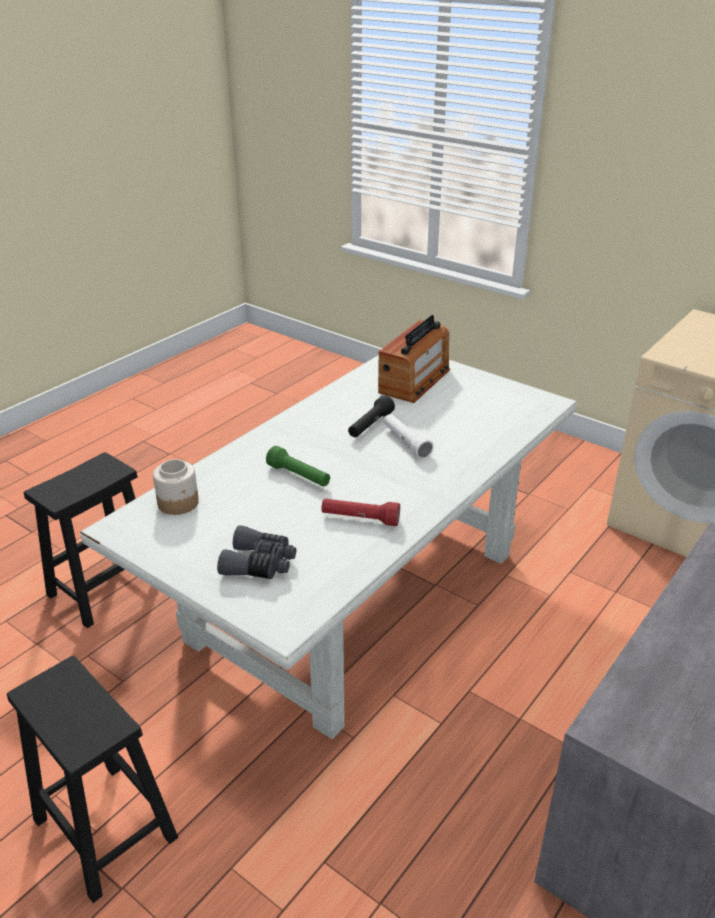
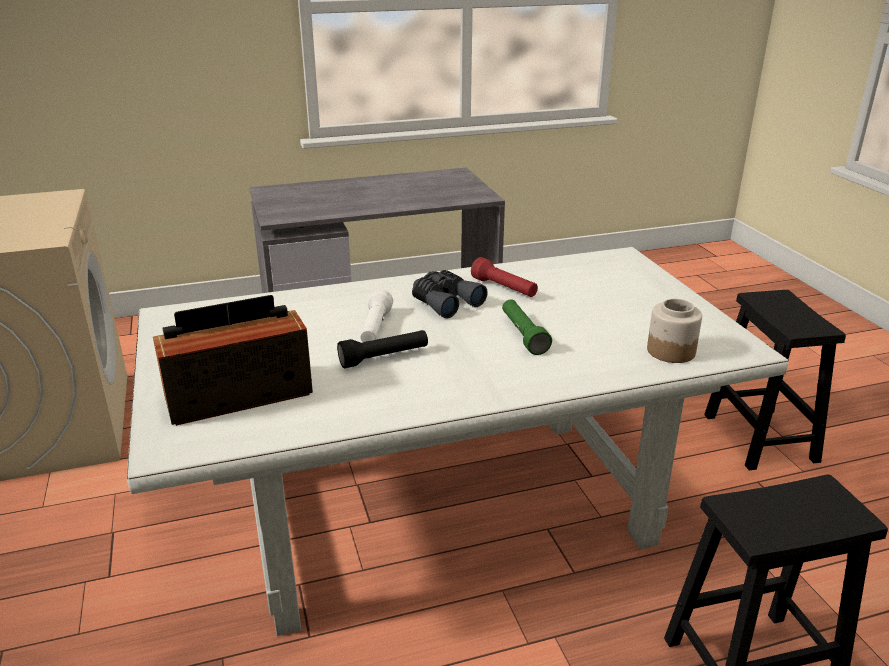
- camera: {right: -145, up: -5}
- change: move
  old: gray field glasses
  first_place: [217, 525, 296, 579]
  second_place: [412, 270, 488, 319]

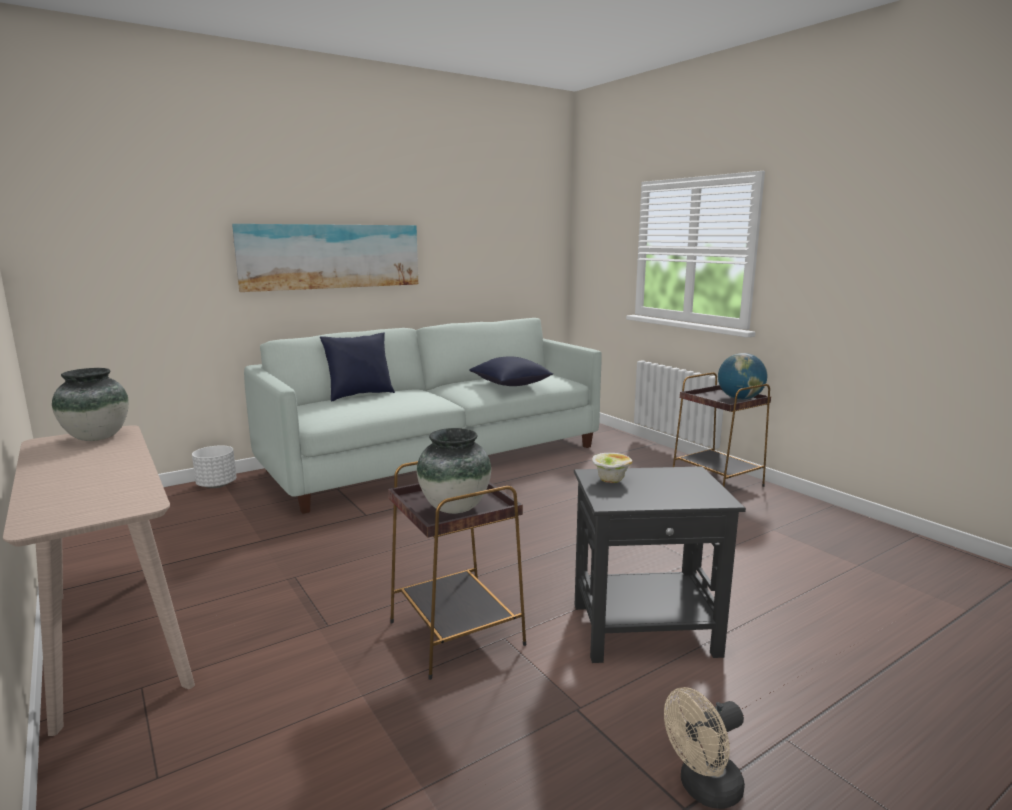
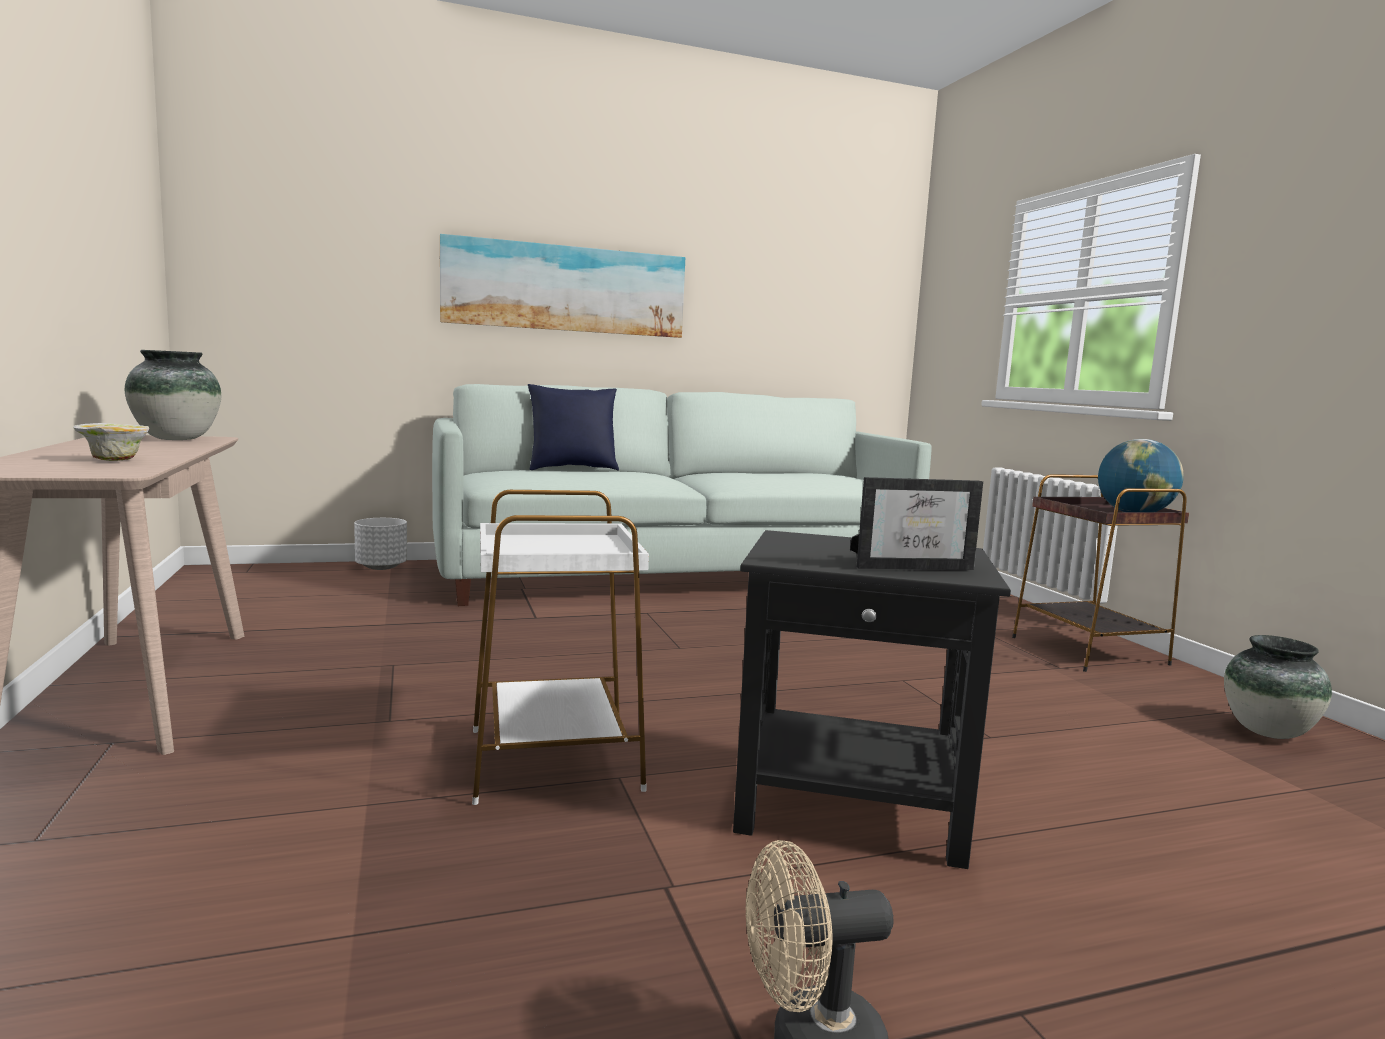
- camera: {right: 15, up: -5}
- change: delete
  old: blue-coloured throw pillow
  first_place: [469, 356, 553, 386]
- change: insert
  new: photo frame
  second_place: [850, 477, 983, 570]
- change: move
  old: decorative vase
  first_place: [417, 428, 491, 514]
  second_place: [1224, 635, 1332, 739]
- change: move
  old: serving bowl
  first_place: [592, 453, 632, 483]
  second_place: [73, 423, 149, 461]
- change: recolor
  old: brown-coloured accent table
  new: whitish accent table
  first_place: [388, 461, 526, 680]
  second_place: [472, 490, 649, 805]

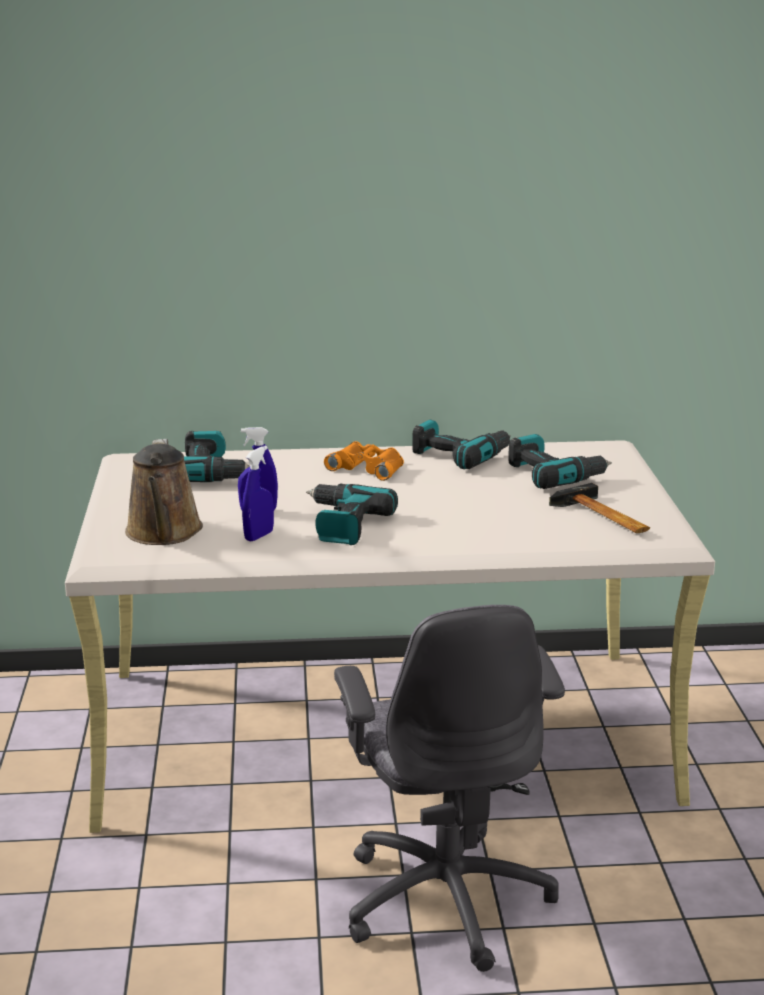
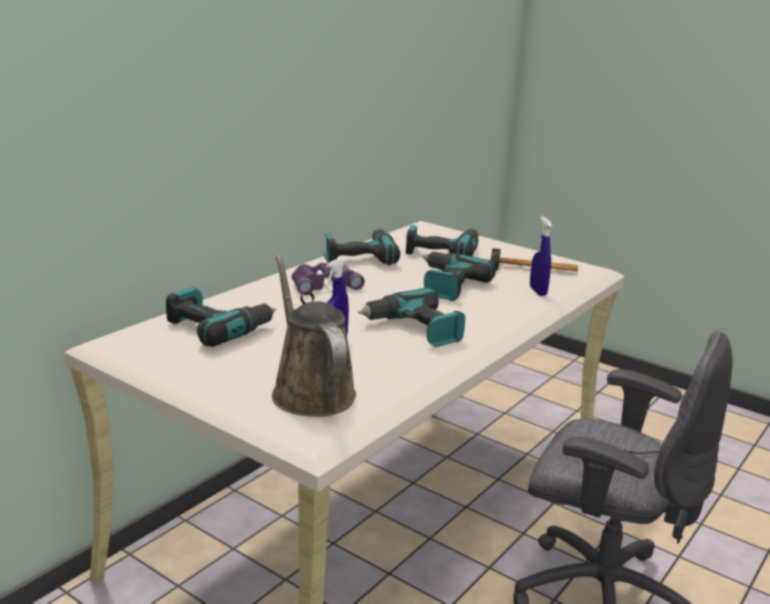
- camera: {right: -50, up: 0}
- change: insert
  new: drill
  second_place: [422, 252, 496, 301]
- change: move
  old: blue-coloured hand sprayer
  first_place: [242, 446, 274, 541]
  second_place: [530, 216, 552, 296]
- change: recolor
  old: orangey field glasses
  new: purple field glasses
  first_place: [324, 441, 404, 481]
  second_place: [291, 263, 365, 295]
- change: rotate
  old: brown-coloured sprinkling can
  first_place: [125, 439, 203, 545]
  second_place: [272, 254, 356, 417]
  degrees: -150

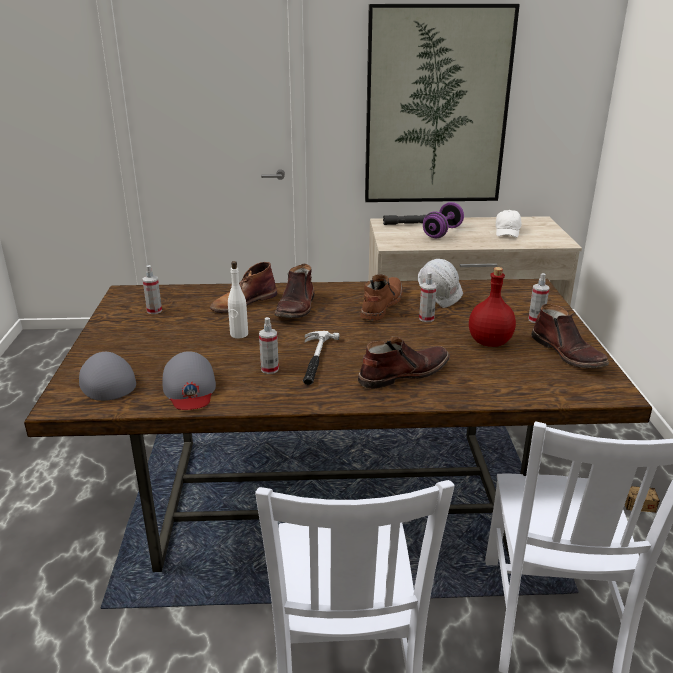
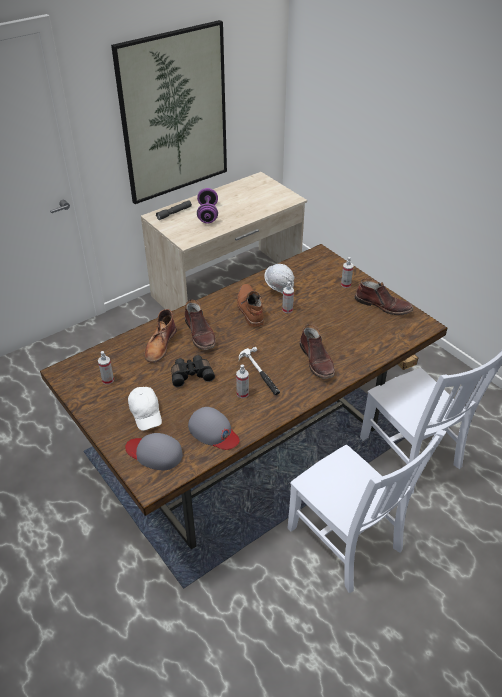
- camera: {right: -35, up: 15}
- change: delete
  old: red drink bottle
  first_place: [469, 267, 516, 347]
- change: move
  old: whitish peaked cap
  first_place: [495, 210, 522, 238]
  second_place: [128, 387, 162, 431]
- change: replace
  old: whitish drink bottle
  new: black field glasses
  first_place: [228, 261, 248, 339]
  second_place: [171, 355, 215, 387]
- change: rotate
  old: brown-coloured tall boot
  first_place: [358, 336, 450, 389]
  second_place: [300, 324, 335, 379]
  degrees: 135

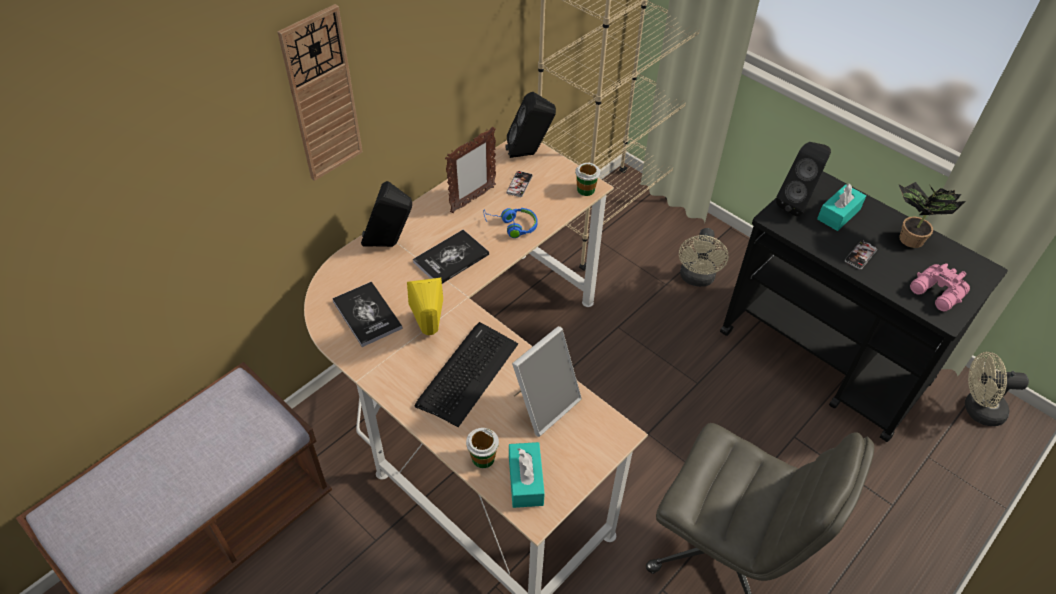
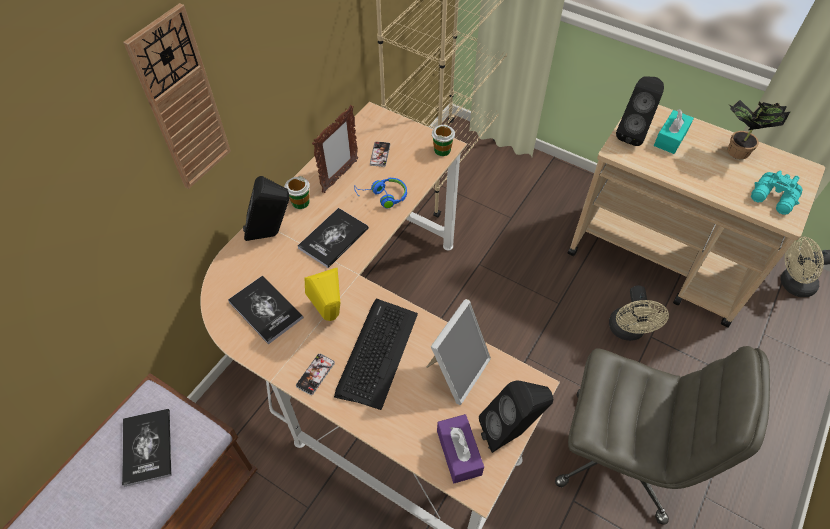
- camera: {right: -10, up: 5}
- change: insert
  new: bound book
  second_place: [122, 409, 171, 487]
- change: move
  old: drinking cup
  first_place: [466, 428, 499, 468]
  second_place: [284, 176, 310, 209]
- change: move
  old: black speaker
  first_place: [506, 92, 556, 158]
  second_place: [479, 380, 553, 453]
- change: move
  old: beige-coloured fan
  first_place: [679, 228, 729, 287]
  second_place: [609, 285, 669, 341]
- change: move
  old: handset
  first_place: [845, 241, 877, 270]
  second_place: [296, 354, 335, 395]
- change: recolor
  old: blue-green box of tissues
  new: purple box of tissues
  first_place: [509, 442, 545, 508]
  second_place: [437, 414, 484, 483]
- change: recolor
  old: black cart
  new: beige-coloured cart
  first_place: [720, 171, 1008, 442]
  second_place: [568, 104, 825, 327]
- change: recolor
  old: pink field glasses
  new: blue-green field glasses
  first_place: [910, 263, 970, 312]
  second_place: [751, 171, 803, 215]

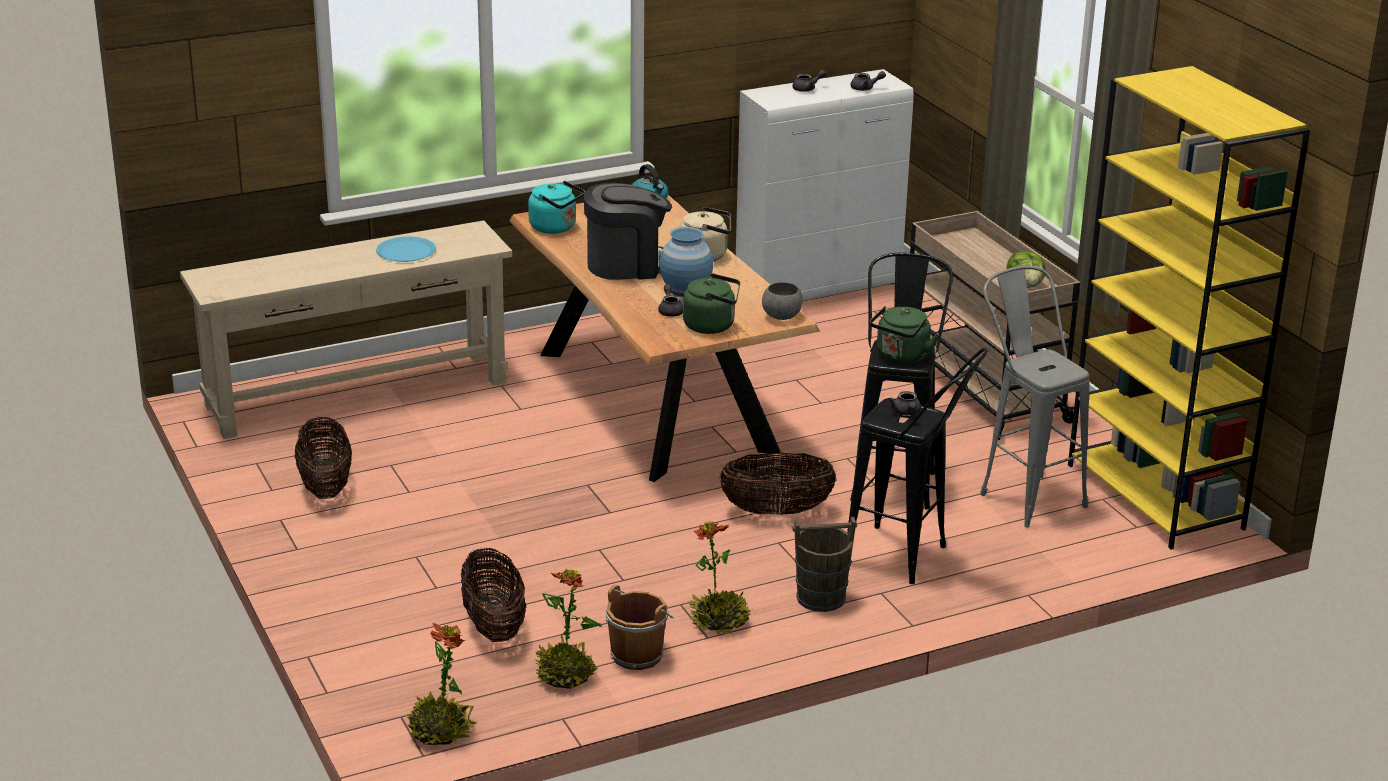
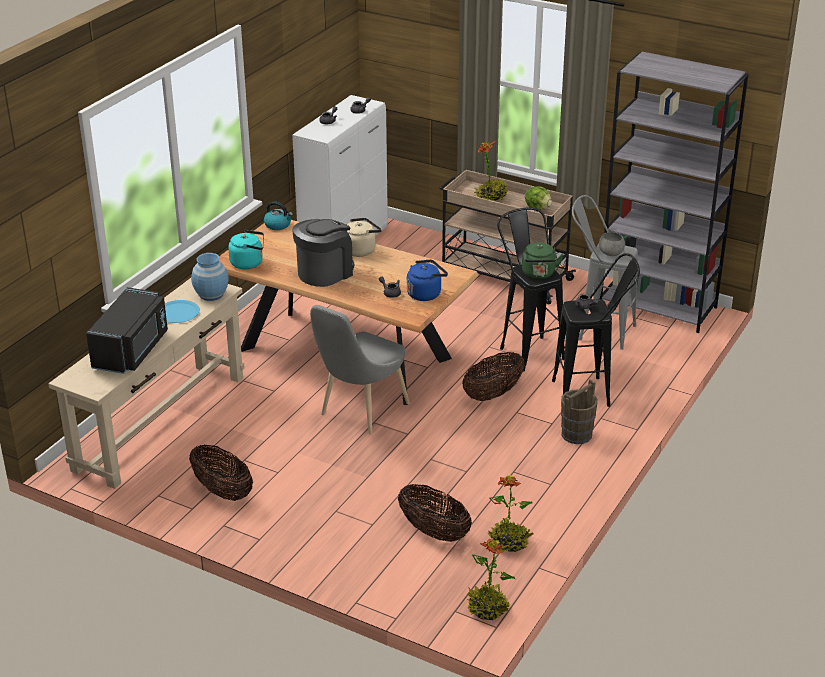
- camera: {right: -35, up: 5}
- change: delete
  old: brown-coloured bucket
  first_place: [606, 585, 674, 670]
- change: insert
  new: black microwave oven
  second_place: [86, 287, 168, 374]
- change: insert
  new: gray plain chair
  second_place: [310, 305, 410, 434]
- change: move
  old: blue-coloured decorative vase
  first_place: [659, 227, 713, 297]
  second_place: [191, 253, 229, 301]
- change: move
  old: plant in a pot
  first_place: [689, 521, 753, 636]
  second_place: [474, 141, 508, 201]
- change: move
  old: gray serving bowl
  first_place: [762, 282, 803, 320]
  second_place: [599, 232, 625, 256]
- change: recolor
  old: green-coloured water kettle
  new: blue-coloured water kettle
  first_place: [683, 273, 740, 334]
  second_place: [407, 260, 448, 301]
- change: recolor
  old: yellowish bookshelf
  new: gray bookshelf
  first_place: [1068, 66, 1310, 550]
  second_place: [600, 52, 749, 333]

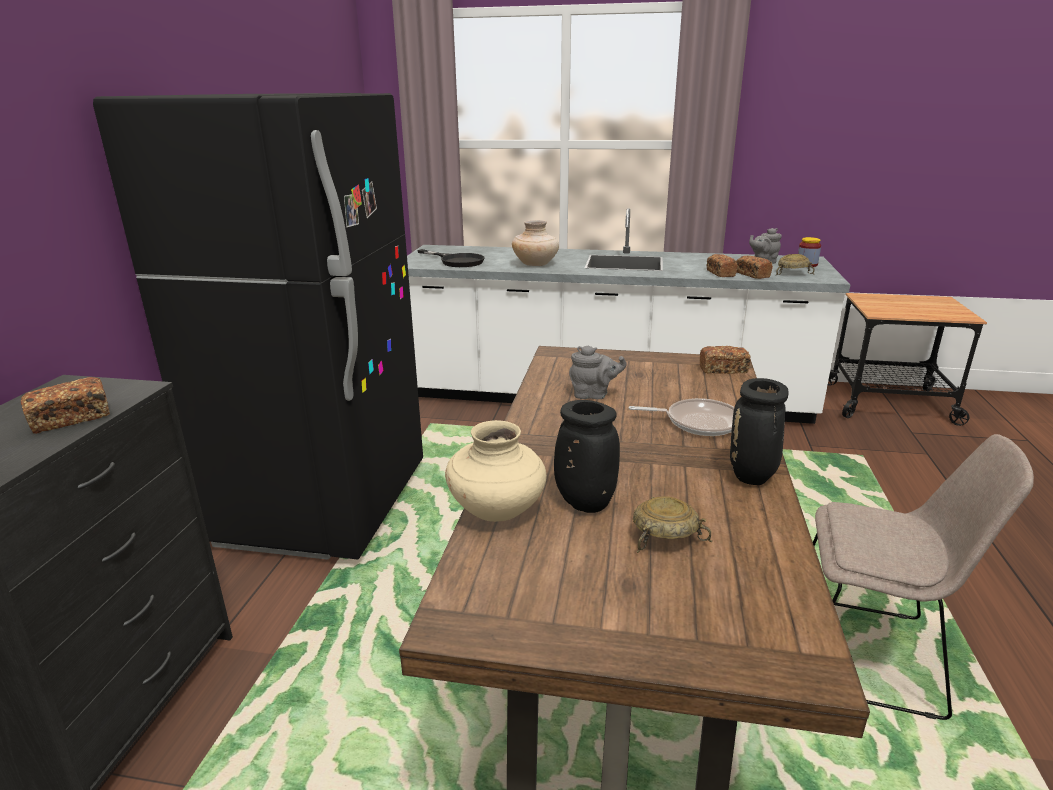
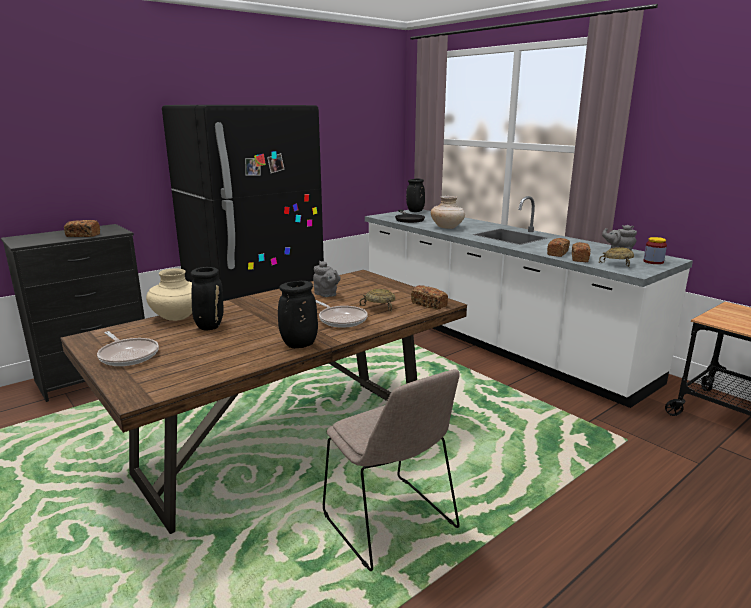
- camera: {right: 40, up: -5}
- change: insert
  new: skillet
  second_place: [97, 331, 159, 366]
- change: insert
  new: black decorative vase
  second_place: [406, 179, 425, 212]
- change: move
  old: beige-coloured serving bowl
  first_place: [633, 496, 712, 553]
  second_place: [359, 289, 395, 312]

